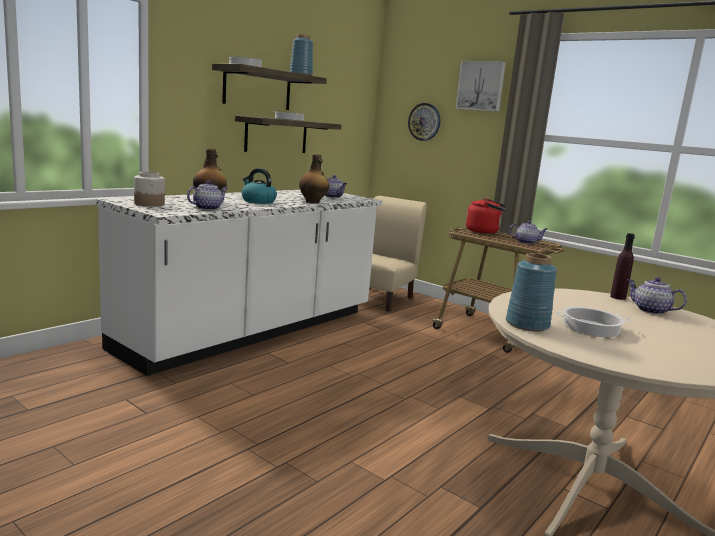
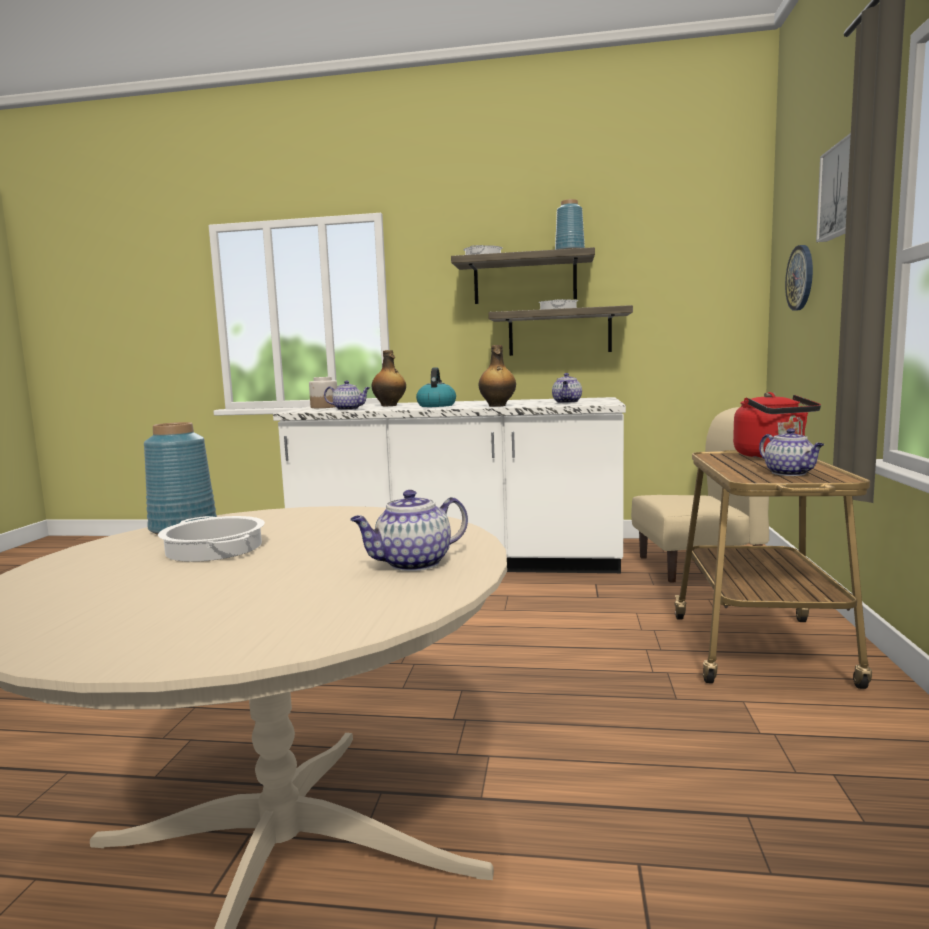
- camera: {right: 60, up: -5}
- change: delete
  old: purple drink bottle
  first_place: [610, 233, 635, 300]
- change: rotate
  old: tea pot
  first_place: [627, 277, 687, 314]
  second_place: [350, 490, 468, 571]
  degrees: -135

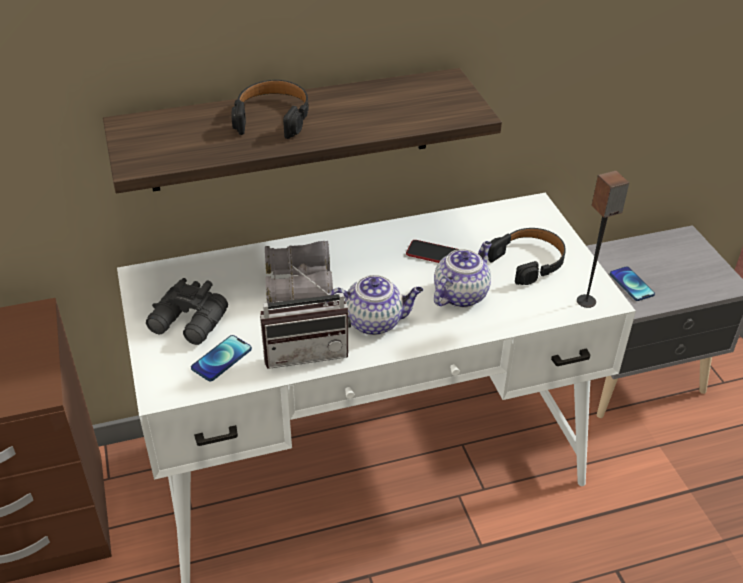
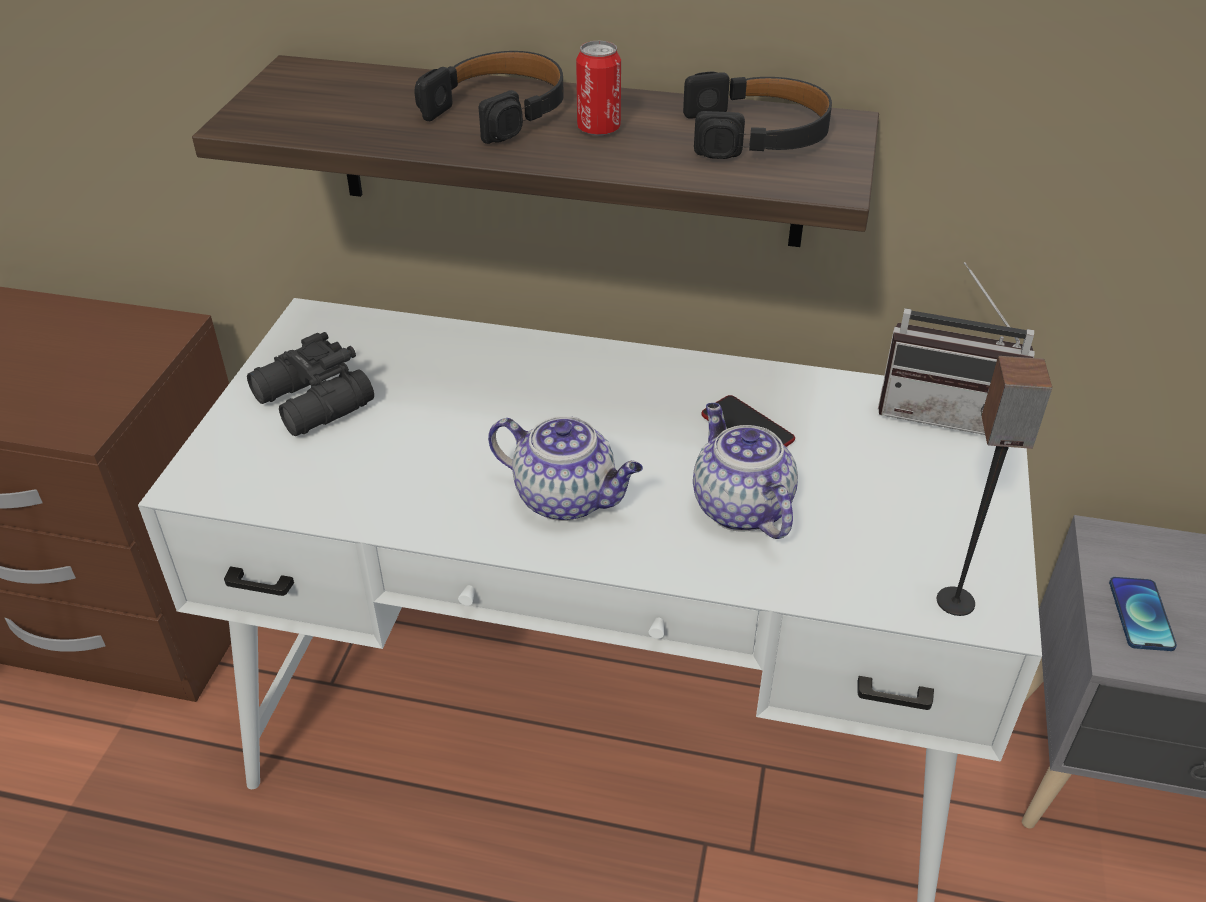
- camera: {right: 30, up: 0}
- change: delete
  old: handset
  first_place: [191, 335, 252, 382]
- change: delete
  old: gray field glasses
  first_place: [265, 241, 333, 303]
- change: insert
  new: metal can
  second_place: [576, 41, 621, 136]
- change: move
  old: radio set
  first_place: [260, 262, 351, 369]
  second_place: [878, 262, 1035, 435]
- change: move
  old: black headphones
  first_place: [488, 228, 566, 285]
  second_place: [683, 71, 832, 159]
- change: rotate
  old: tea pot
  first_place: [434, 241, 492, 308]
  second_place: [693, 403, 798, 539]
  degrees: -90

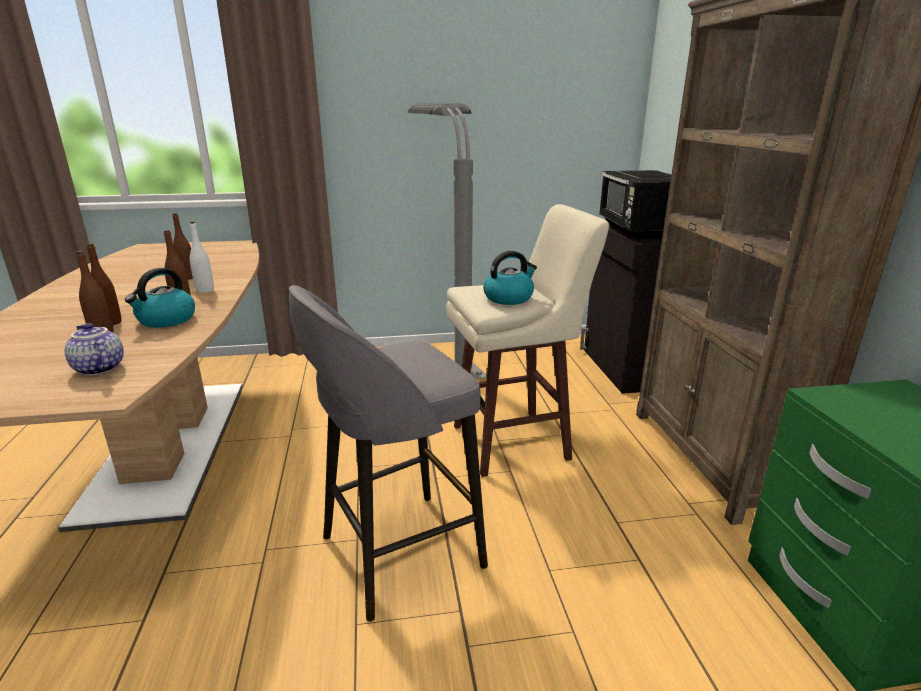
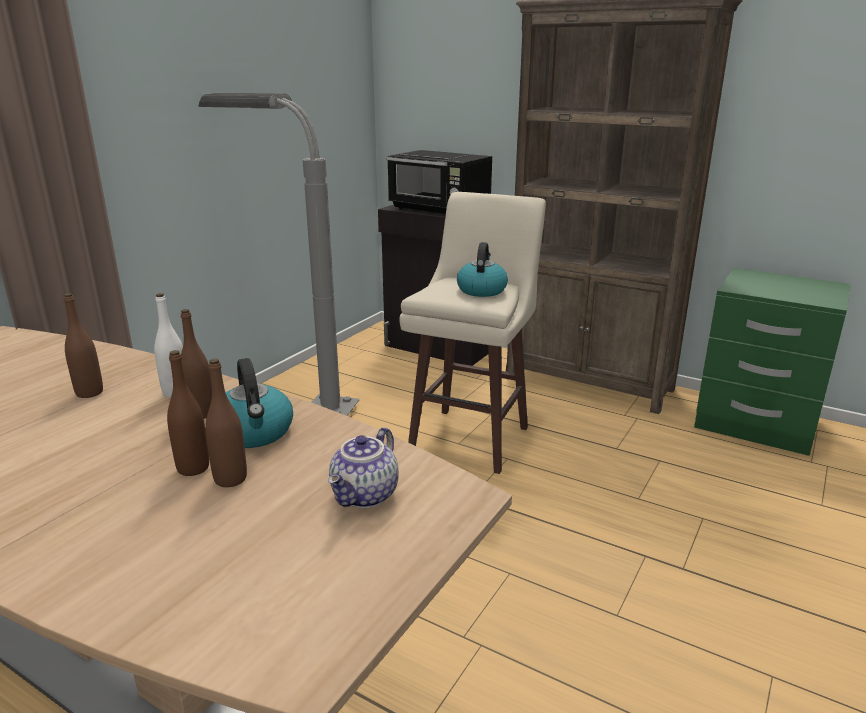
- camera: {right: -50, up: 0}
- change: delete
  old: gray stool
  first_place: [289, 285, 488, 622]
- change: rotate
  old: tea pot
  first_place: [65, 323, 124, 376]
  second_place: [328, 427, 399, 508]
  degrees: -60

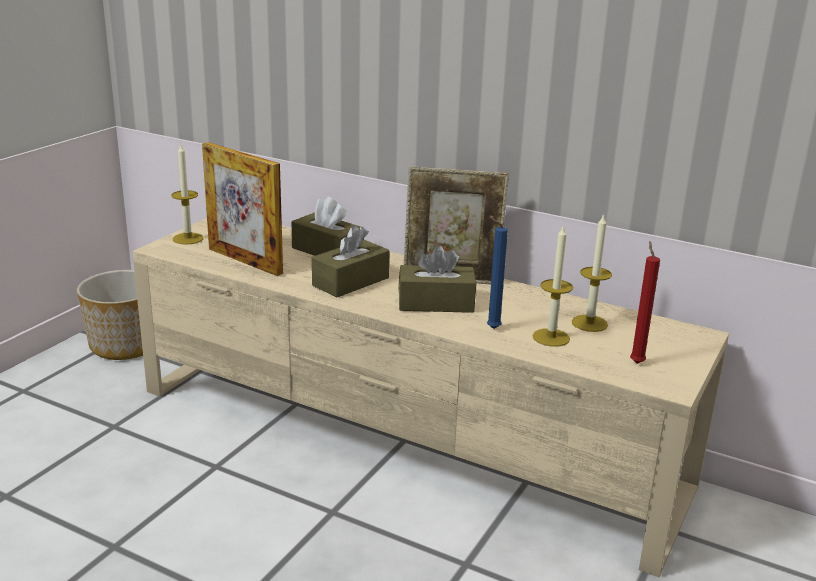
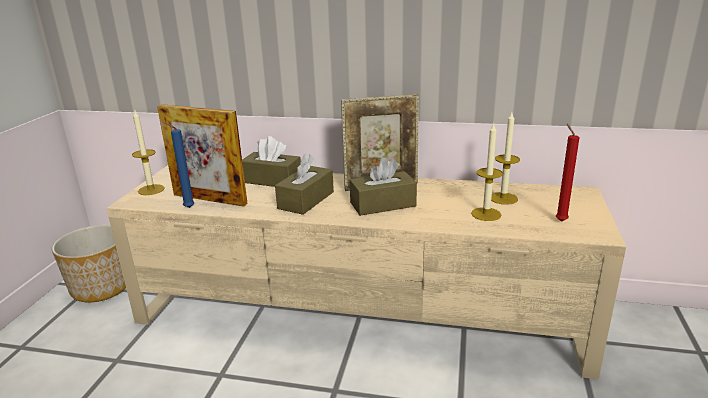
- camera: {right: -15, up: 0}
- change: move
  old: blue-coloured wax light
  first_place: [487, 217, 508, 329]
  second_place: [164, 123, 194, 208]

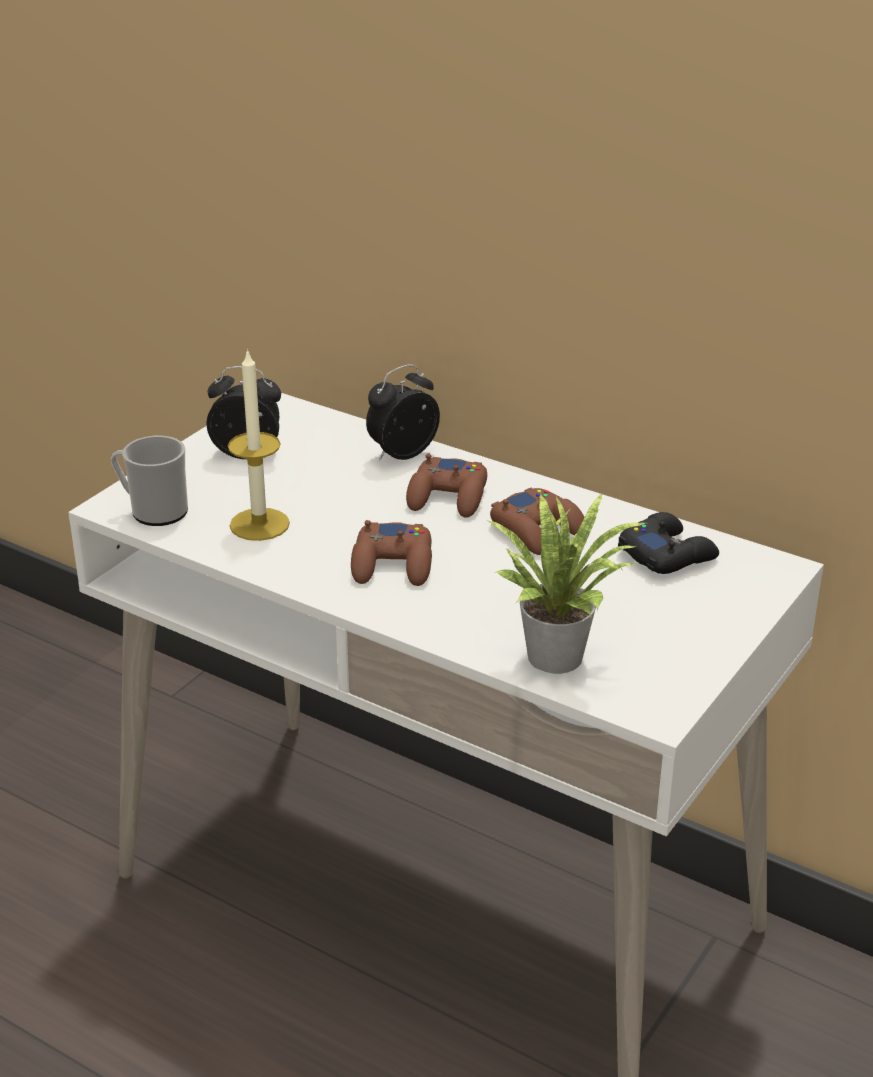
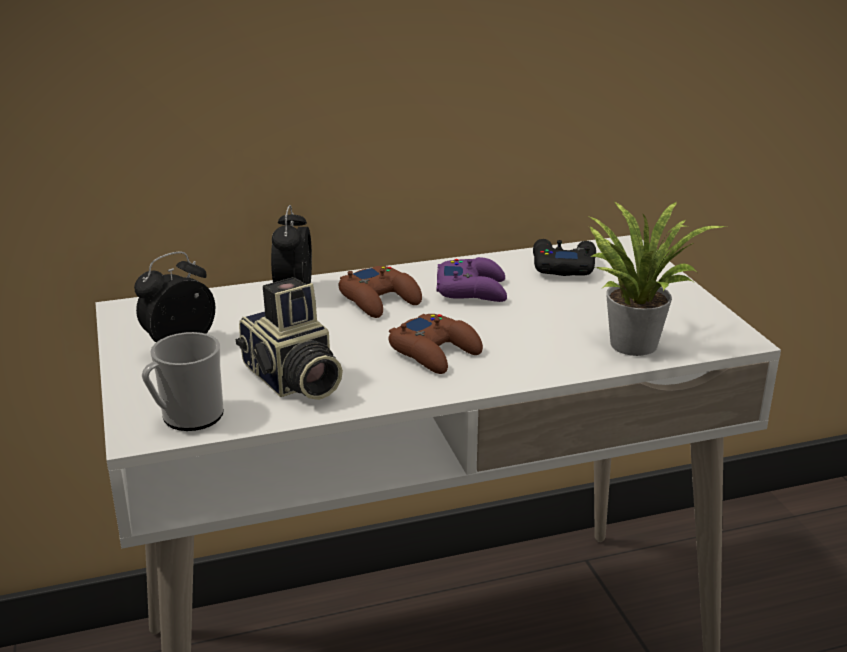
- camera: {right: -50, up: -5}
- change: replace
  old: wax light
  new: still camera
  first_place: [228, 348, 290, 541]
  second_place: [236, 277, 343, 400]
- change: recolor
  old: brown-coloured game controller
  new: purple game controller
  first_place: [490, 488, 584, 555]
  second_place: [437, 257, 507, 302]

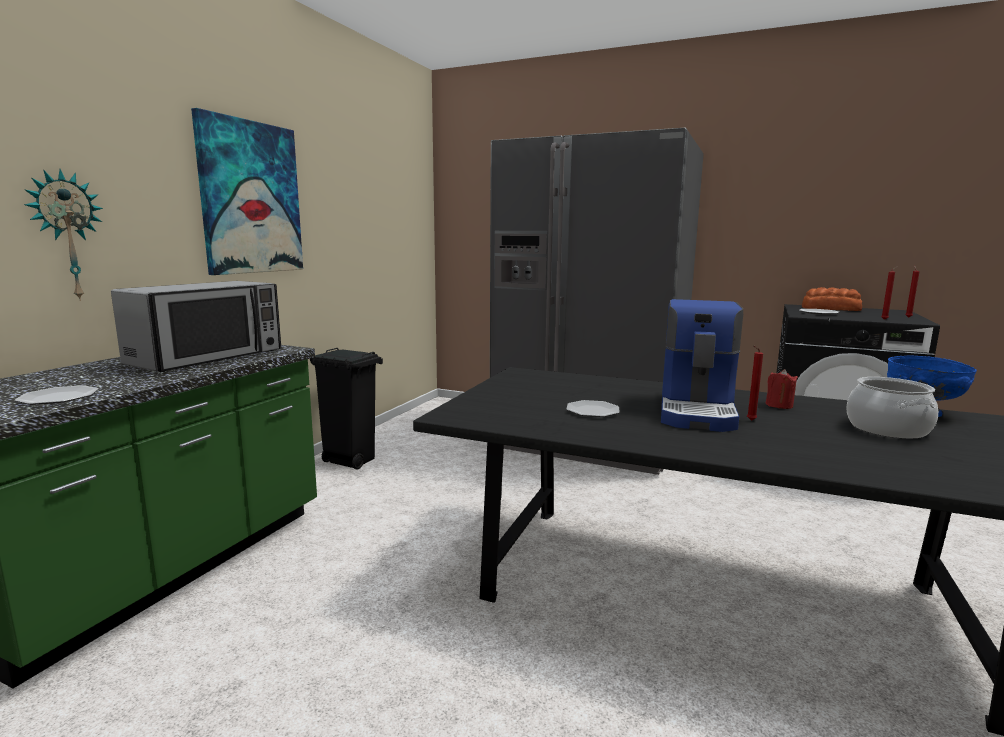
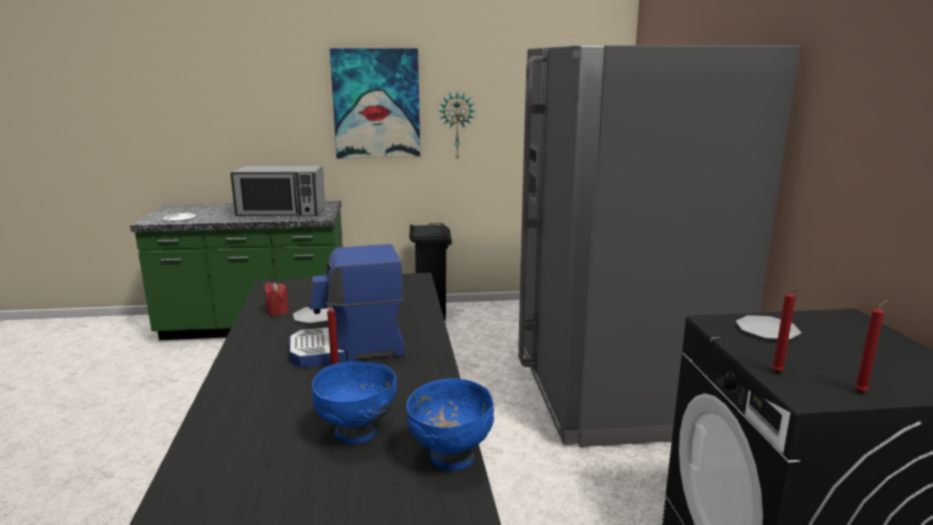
- camera: {right: 60, up: 5}
- change: delete
  old: bakery bread
  first_place: [802, 287, 862, 311]
- change: move
  old: clock on the wall
  first_place: [24, 169, 103, 301]
  second_place: [439, 92, 475, 161]
- change: move
  old: red wax light
  first_place: [766, 369, 798, 409]
  second_place: [264, 283, 289, 316]
- change: replace
  old: cooking pot
  new: blue-coloured serving bowl
  first_place: [846, 377, 938, 439]
  second_place: [312, 361, 397, 444]

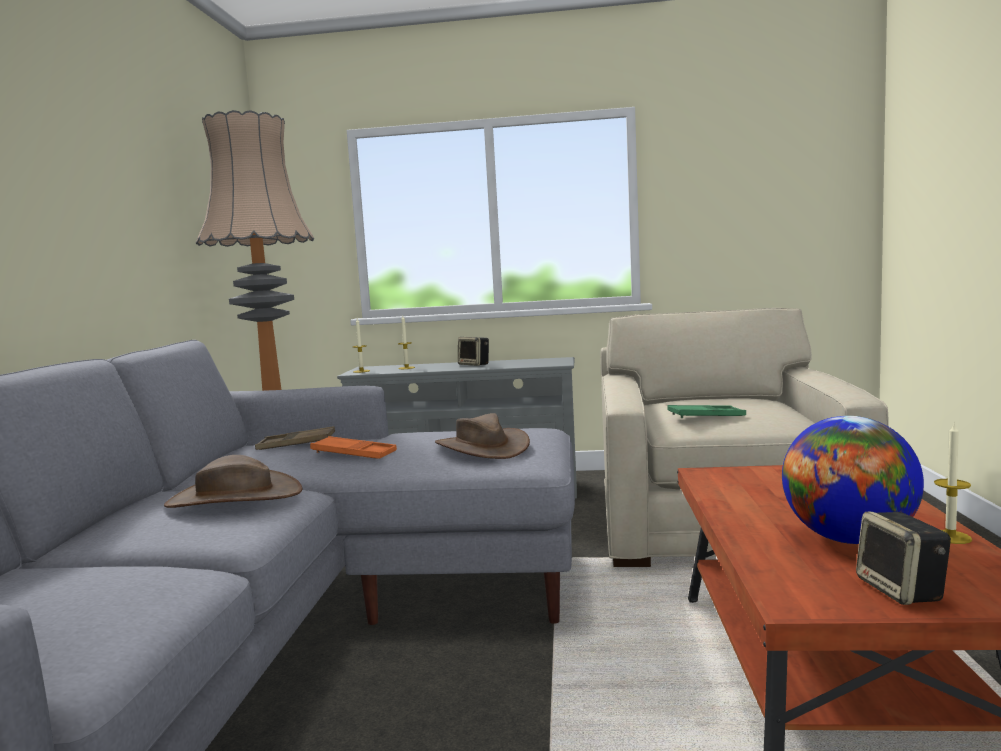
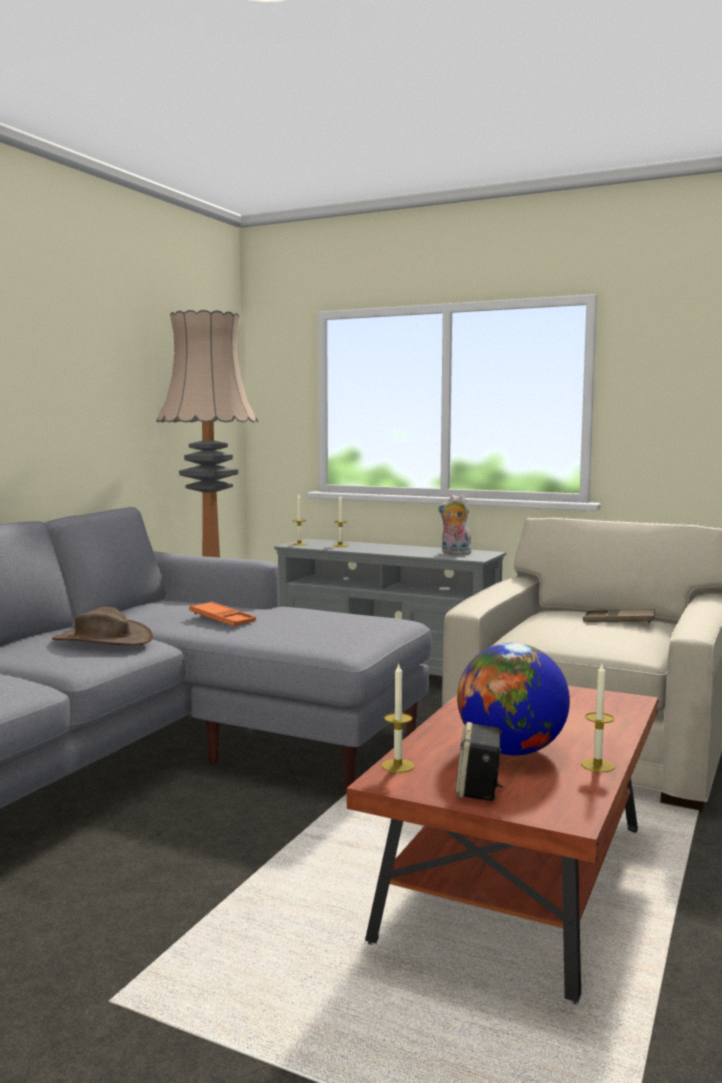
- camera: {right: 20, up: 0}
- change: delete
  old: brown-coloured hat
  first_place: [435, 413, 530, 459]
- change: delete
  old: speaker
  first_place: [458, 337, 489, 366]
- change: delete
  old: green-coloured serving tray
  first_place: [667, 405, 746, 418]
- change: insert
  new: wax light
  second_place: [382, 663, 414, 773]
- change: insert
  new: plush toy
  second_place: [438, 495, 473, 554]
- change: move
  old: brown-coloured serving tray
  first_place: [255, 426, 335, 450]
  second_place: [583, 609, 655, 623]

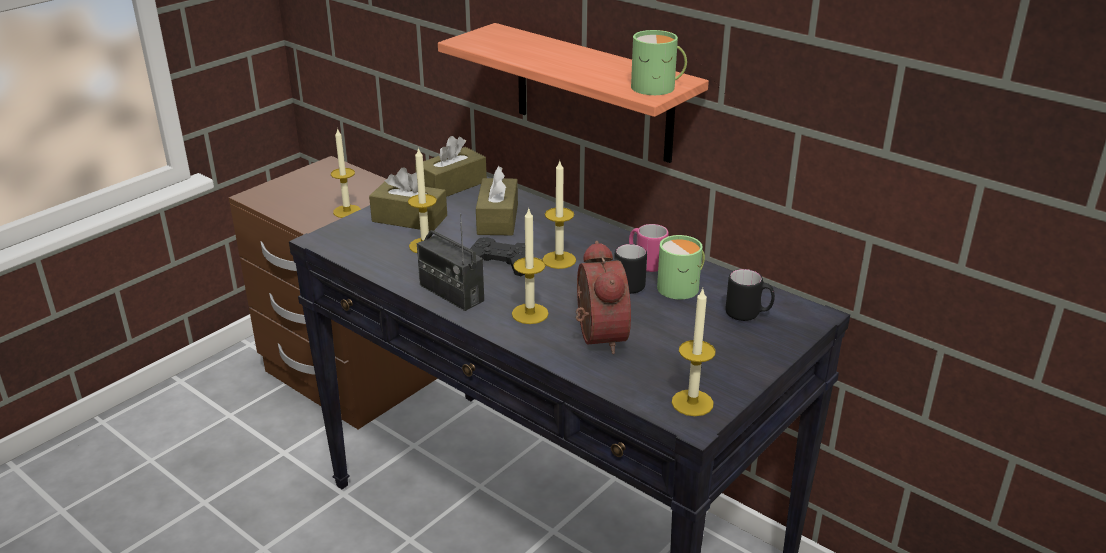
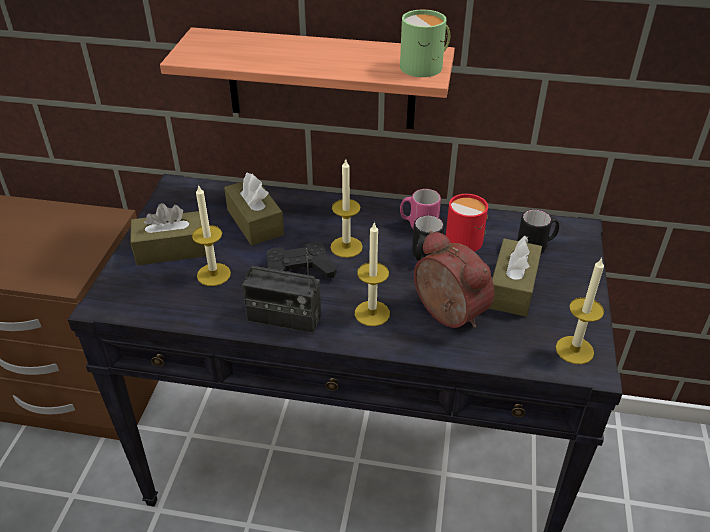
- camera: {right: -30, up: 10}
- change: delete
  old: wax light
  first_place: [331, 128, 361, 218]
- change: move
  old: brown-coloured box of tissues
  first_place: [415, 136, 487, 197]
  second_place: [489, 236, 542, 317]
- change: recolor
  old: green-coloured mug
  new: red mug
  first_place: [657, 235, 705, 299]
  second_place: [446, 194, 488, 252]

